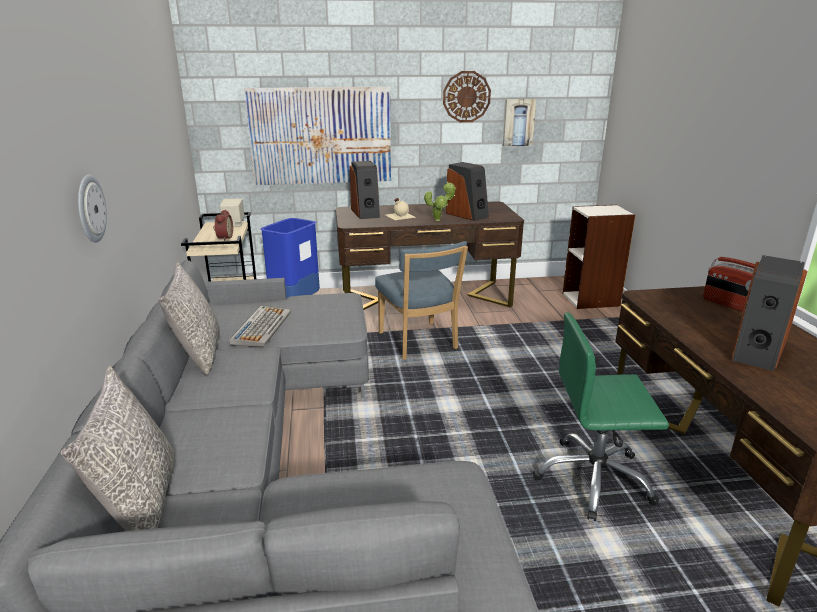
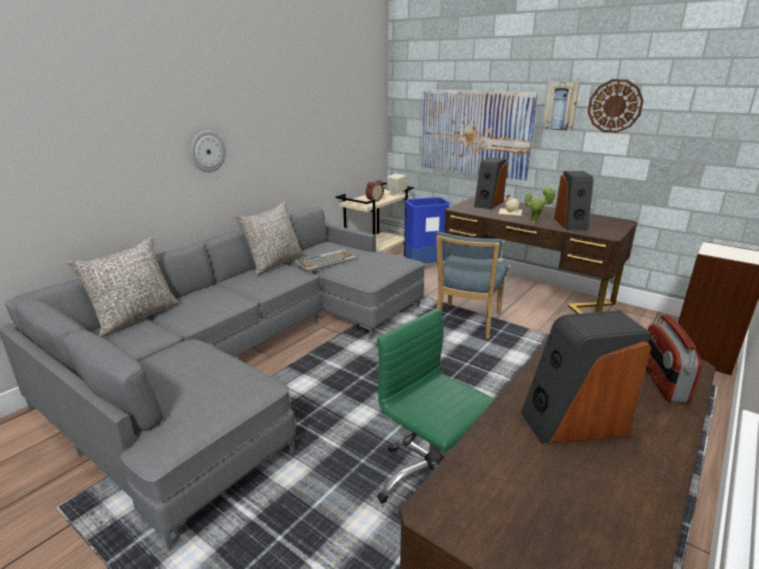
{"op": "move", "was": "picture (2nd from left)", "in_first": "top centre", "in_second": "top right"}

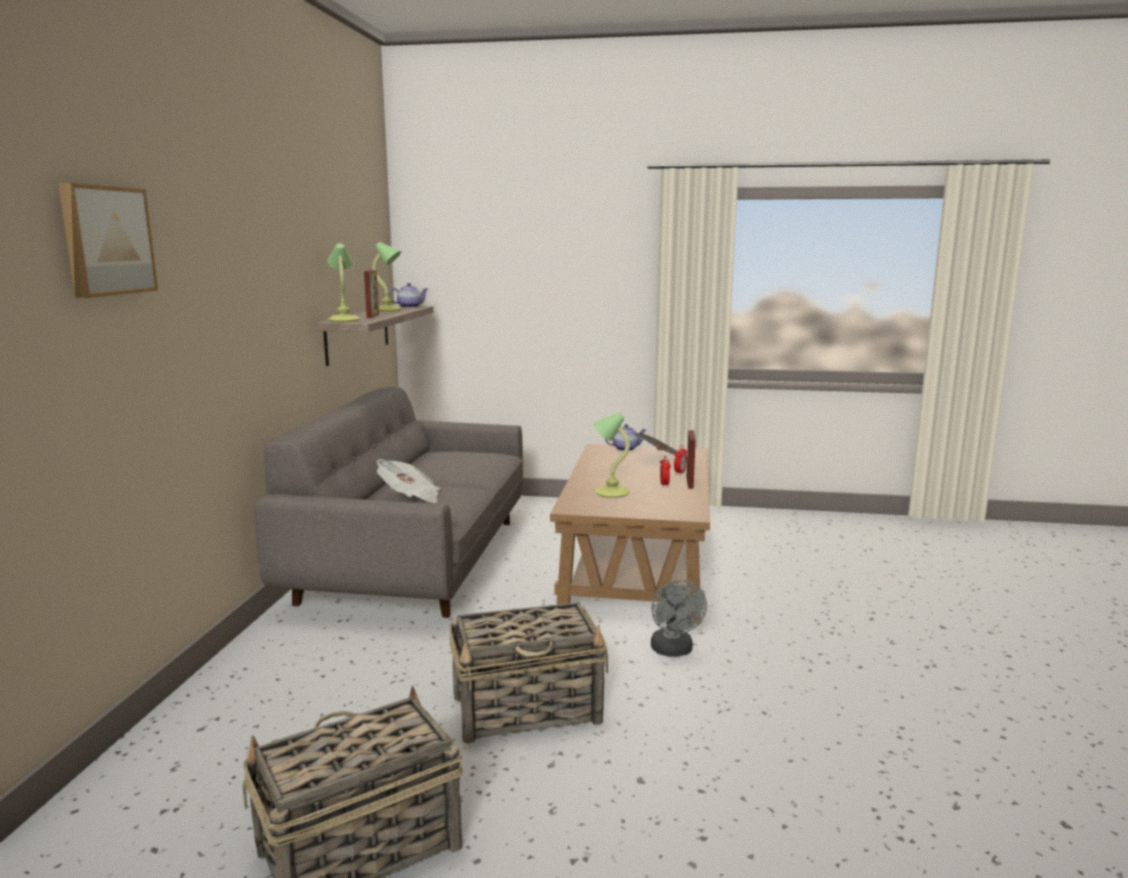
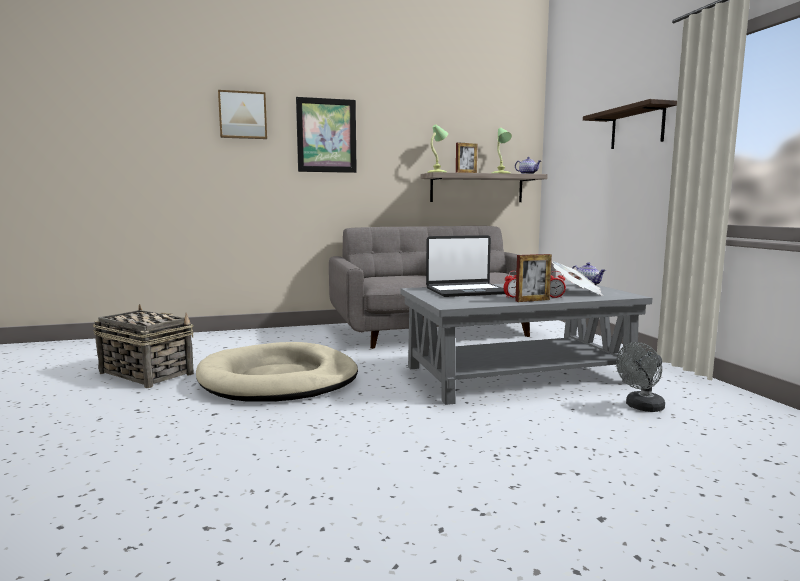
{"op": "delete", "was": "newspaper (1st from left)", "in_first": "centre"}
{"op": "replace", "was": "basket (2nd from left)", "now": "dog bed/beige", "in_first": "bottom centre", "in_second": "centre"}
{"op": "recolor", "was": "coffee table/brown", "now": "coffee table/grey", "in_first": "centre", "in_second": "centre"}
{"op": "replace", "was": "table lamp (3rd from left)", "now": "laptop", "in_first": "centre", "in_second": "centre"}
{"op": "move", "was": "fan/grey", "in_first": "bottom centre", "in_second": "middle right"}
{"op": "insert", "now": "picture (2nd from left)", "in_second": "top centre"}
{"op": "insert", "now": "shelf (2nd from left)", "in_second": "top right"}

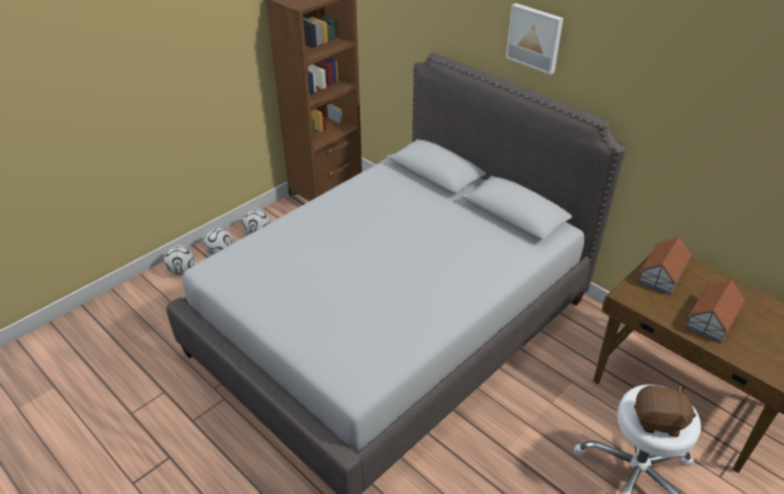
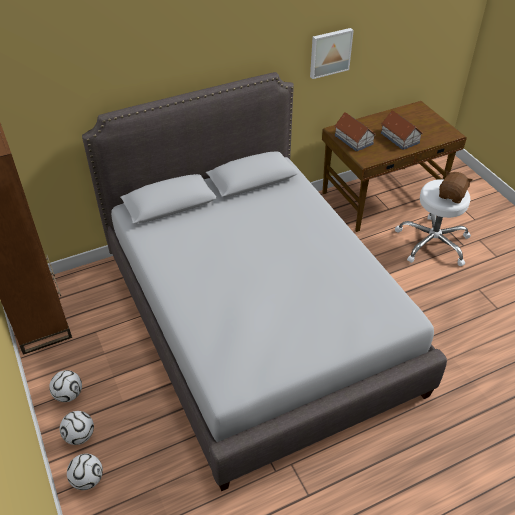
{"op": "move", "was": "picture", "in_first": "top right", "in_second": "top centre"}

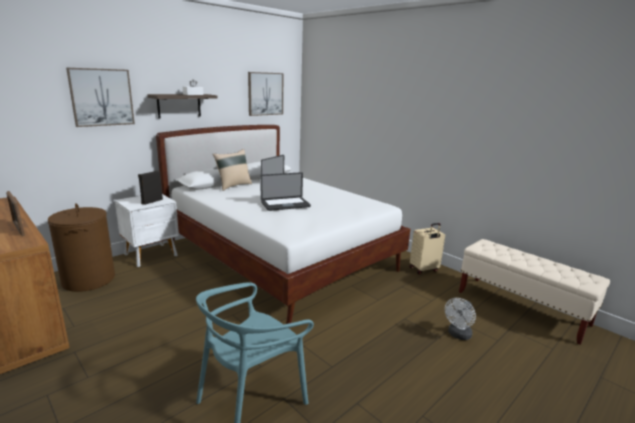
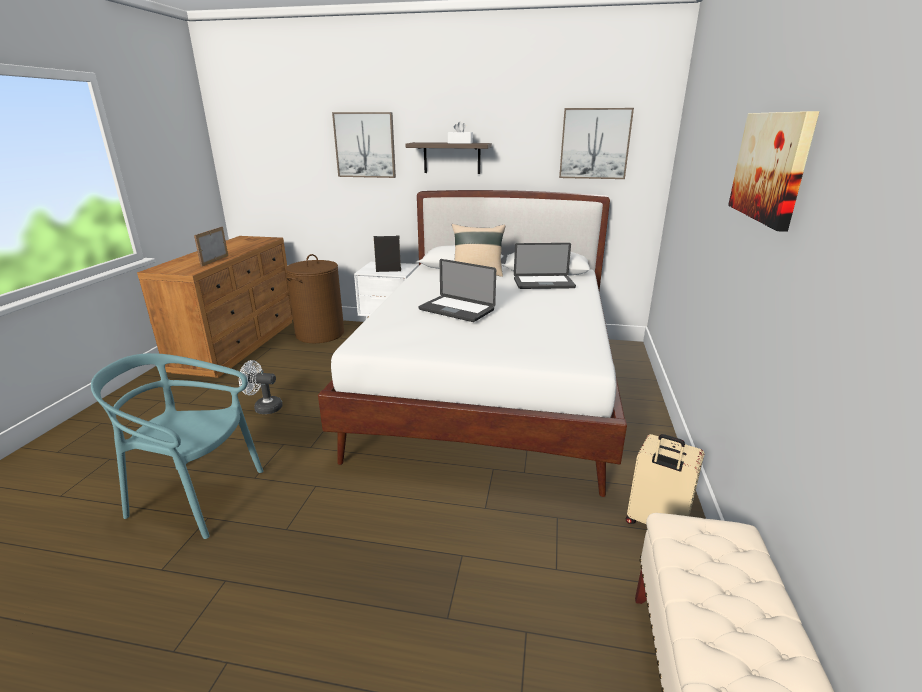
{"op": "move", "was": "fan/white", "in_first": "bottom right", "in_second": "middle left"}
{"op": "insert", "now": "picture (3rd from left)", "in_second": "top right"}

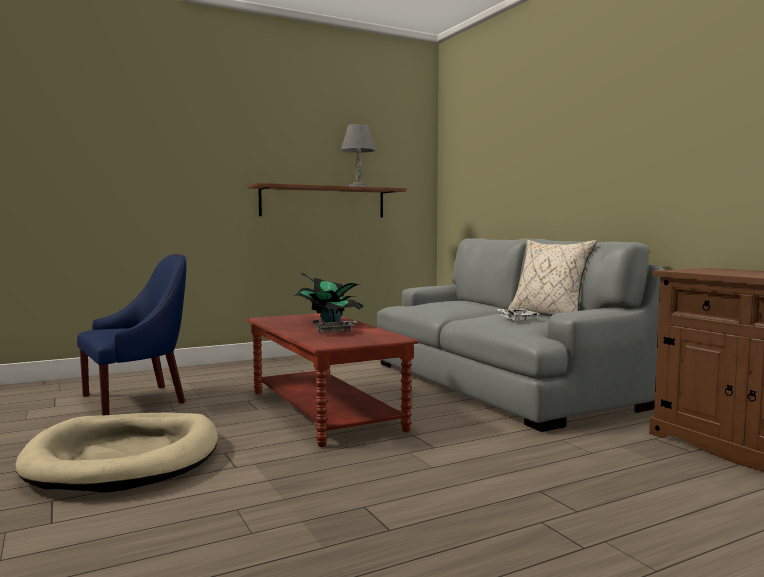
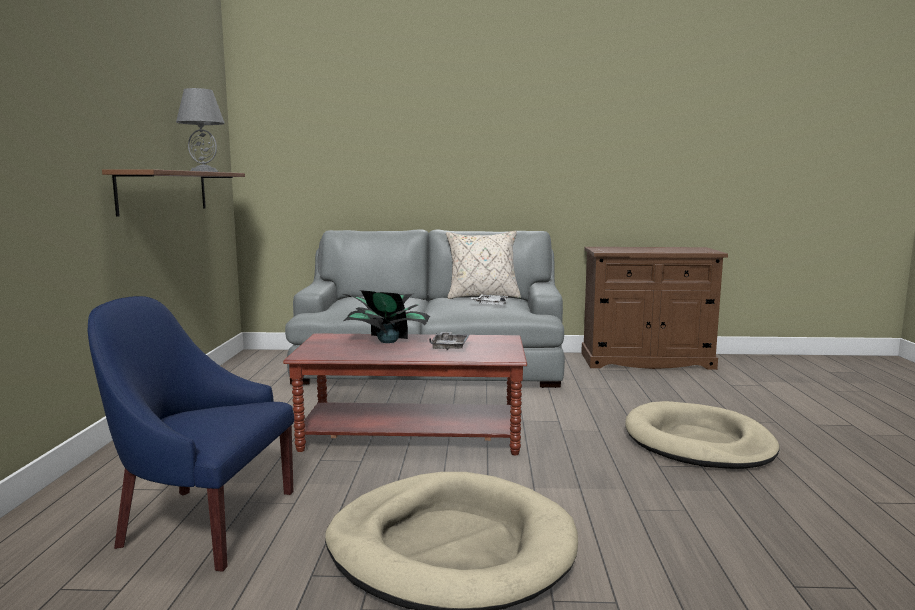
{"op": "rotate", "was": "armchair/blue", "in_first": "middle left", "in_second": "bottom left", "clockwise": -75}
{"op": "insert", "now": "dog bed/beige (2nd from left)", "in_second": "bottom right"}

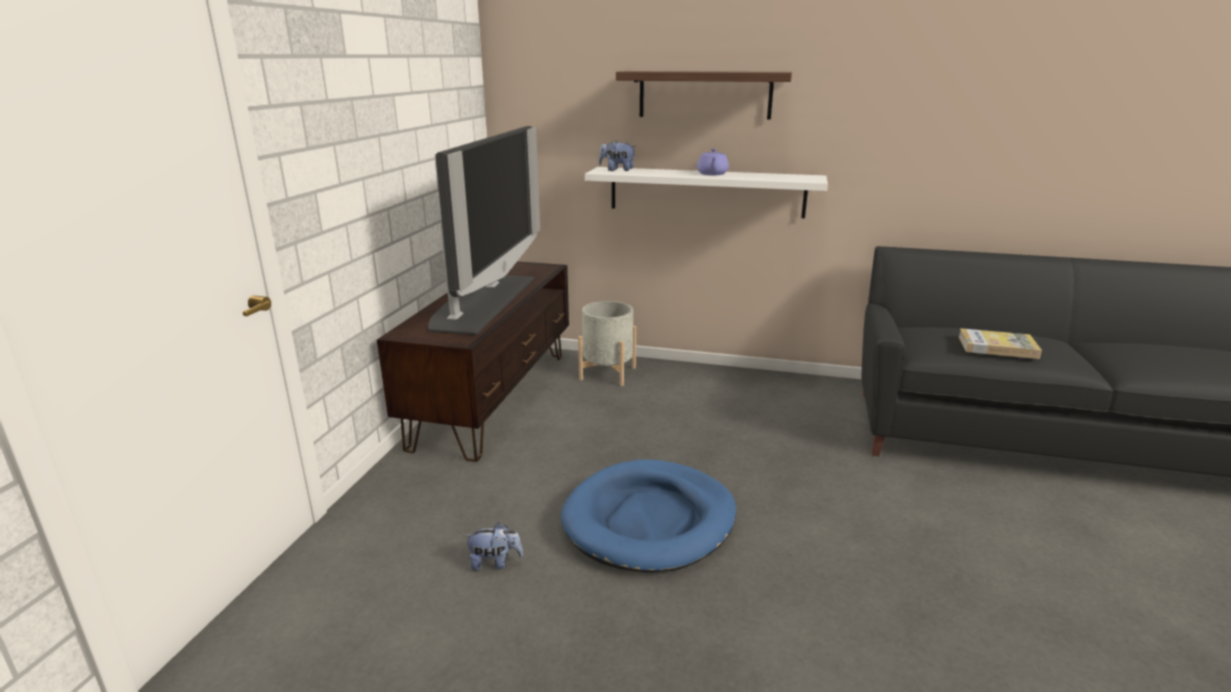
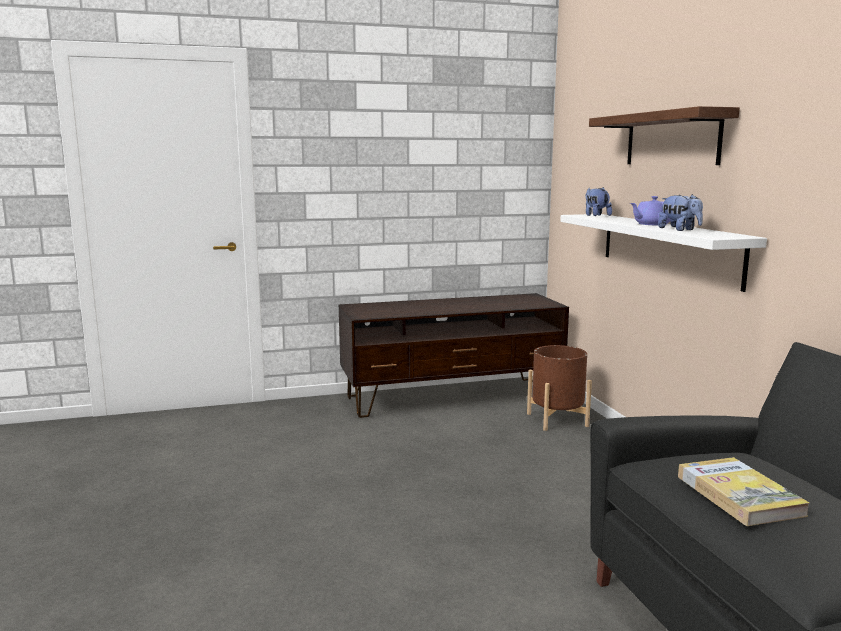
{"op": "delete", "was": "television", "in_first": "top centre"}
{"op": "move", "was": "plush toy (1st from left in the first image)", "now": "plush toy (2nd from left)", "in_first": "bottom centre", "in_second": "middle right"}
{"op": "delete", "was": "dog bed/blue", "in_first": "bottom centre"}
{"op": "recolor", "was": "planter/grey", "now": "planter/brown", "in_first": "centre", "in_second": "centre"}

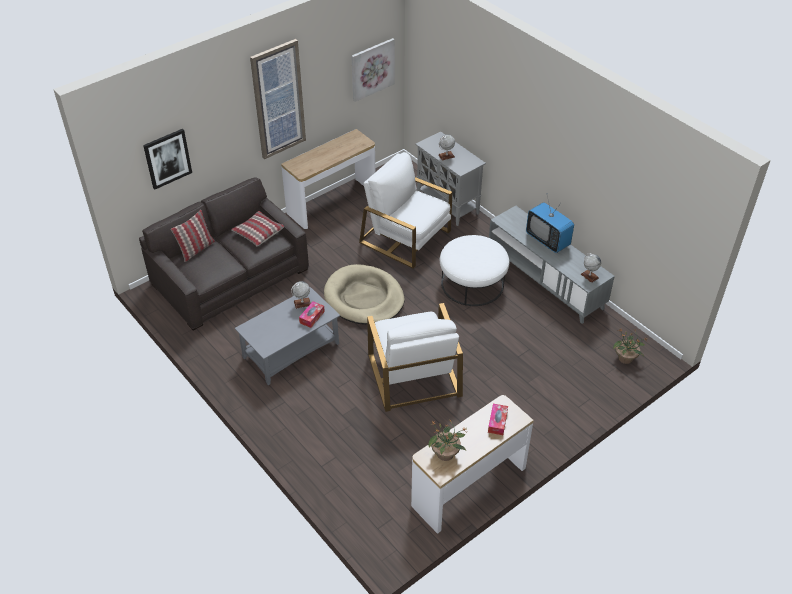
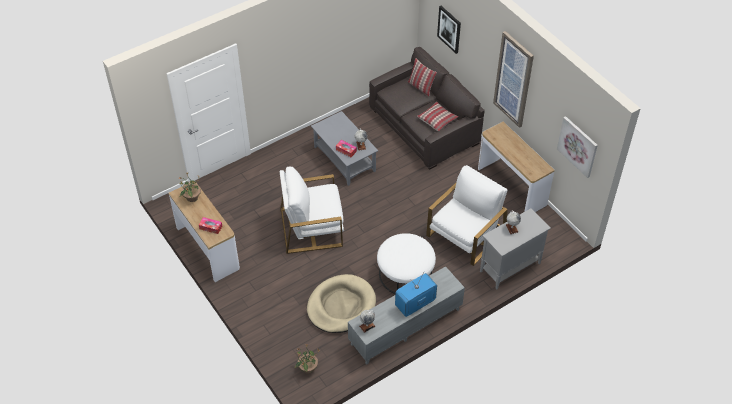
{"op": "move", "was": "dog bed/beige", "in_first": "centre", "in_second": "bottom centre"}

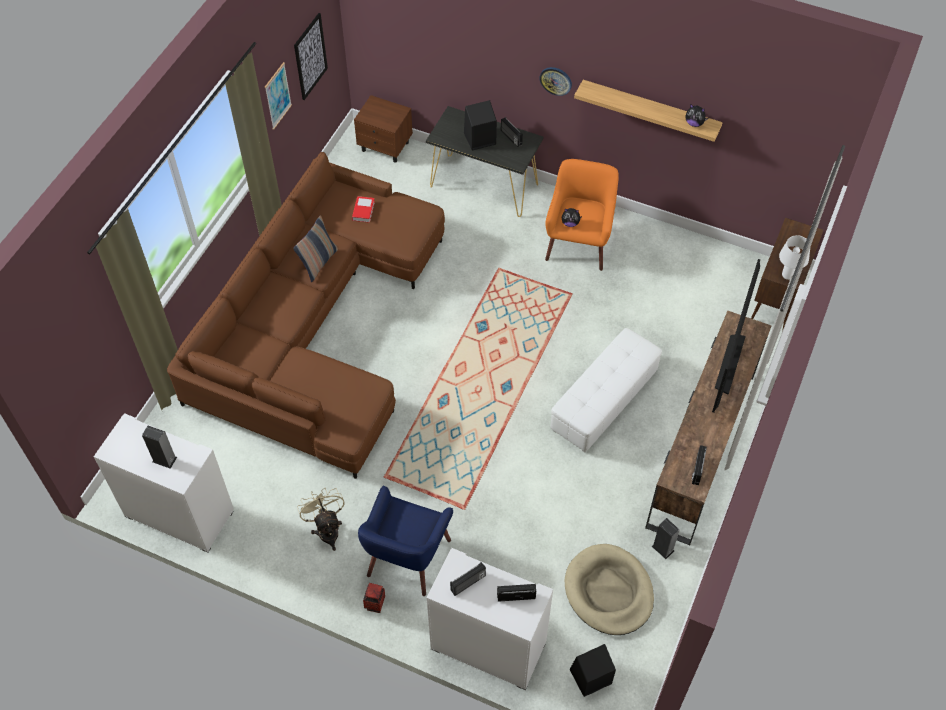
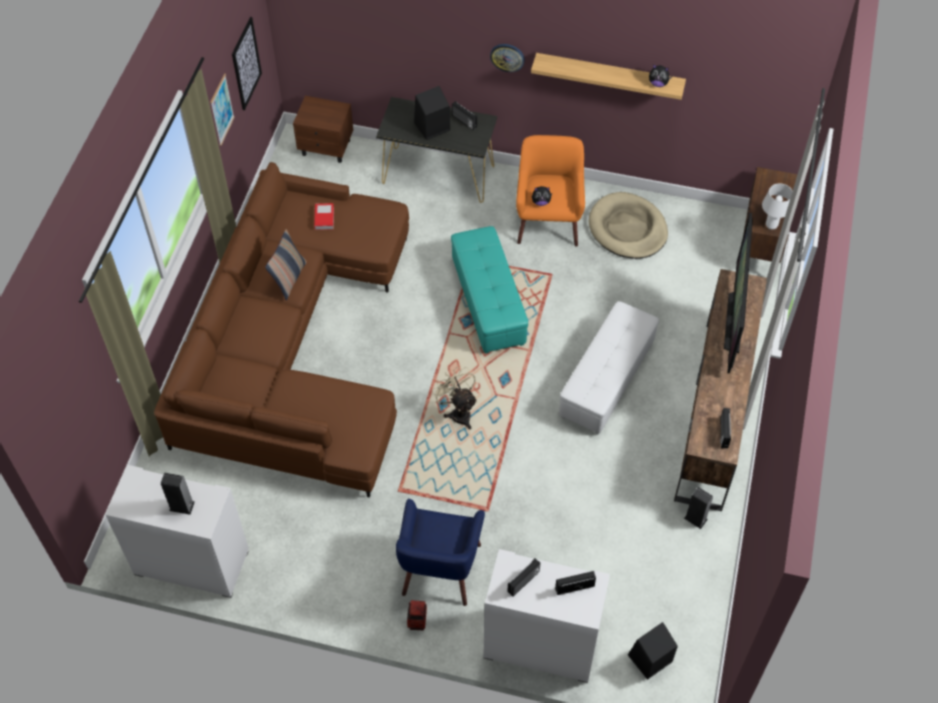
{"op": "move", "was": "fan/beige", "in_first": "bottom centre", "in_second": "centre"}
{"op": "move", "was": "dog bed/beige", "in_first": "bottom centre", "in_second": "top right"}
{"op": "insert", "now": "ottoman/turquoise", "in_second": "centre"}

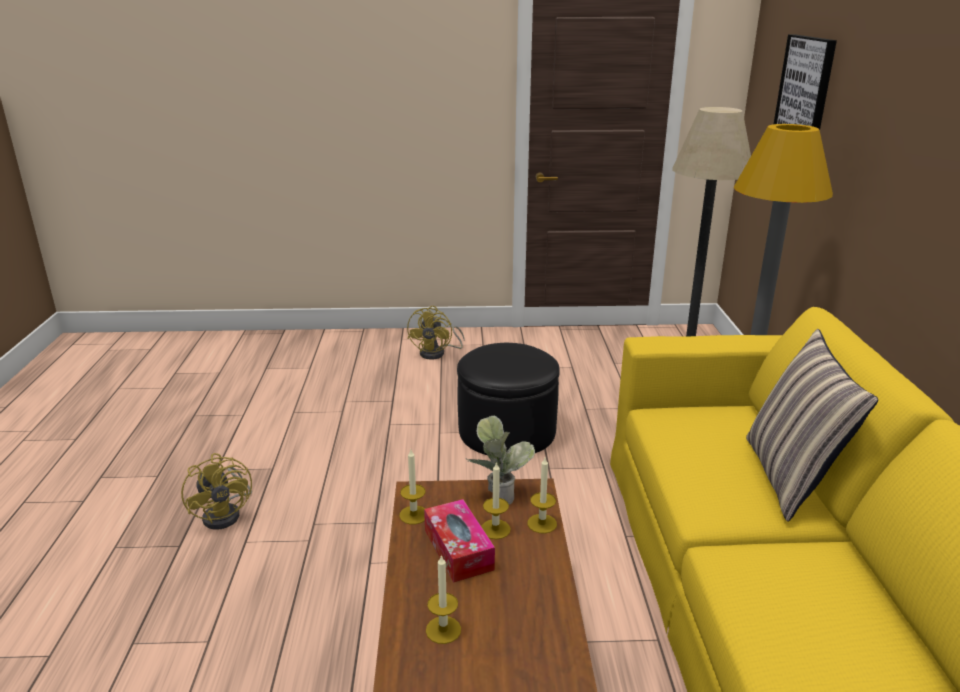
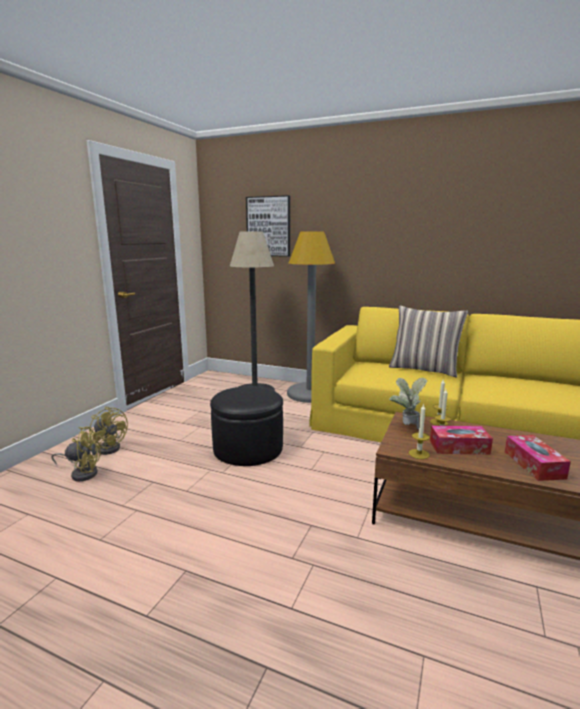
{"op": "move", "was": "fan/yellow (1st from left)", "in_first": "bottom left", "in_second": "middle left"}
{"op": "replace", "was": "candle (2nd from left)", "now": "tissue box (2nd from left)", "in_first": "bottom centre", "in_second": "middle right"}

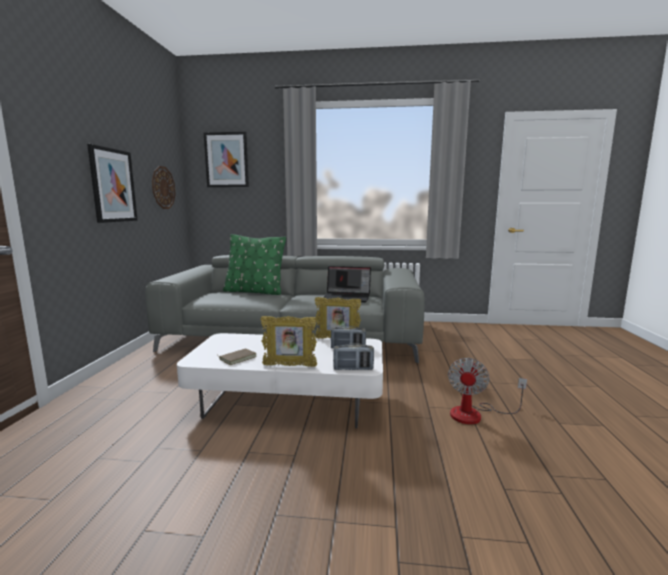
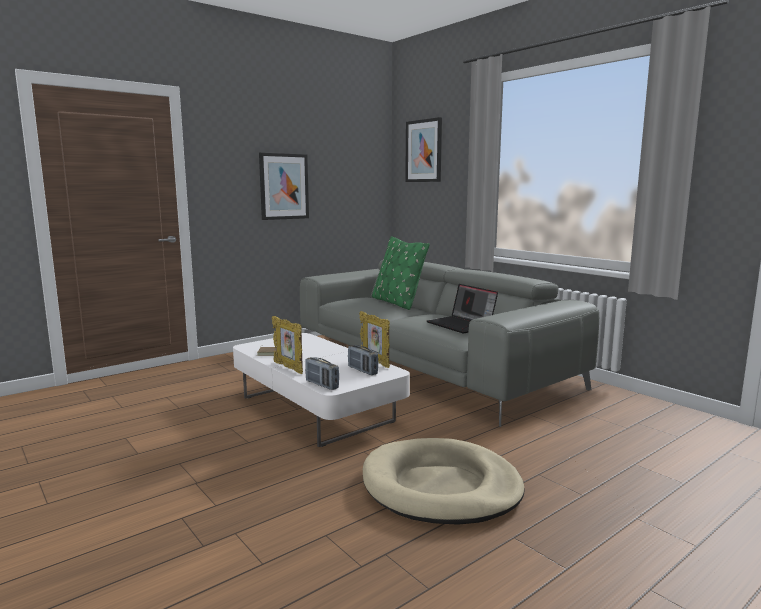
{"op": "delete", "was": "wall clock", "in_first": "top left"}
{"op": "replace", "was": "fan", "now": "dog bed/beige", "in_first": "bottom right", "in_second": "bottom centre"}

